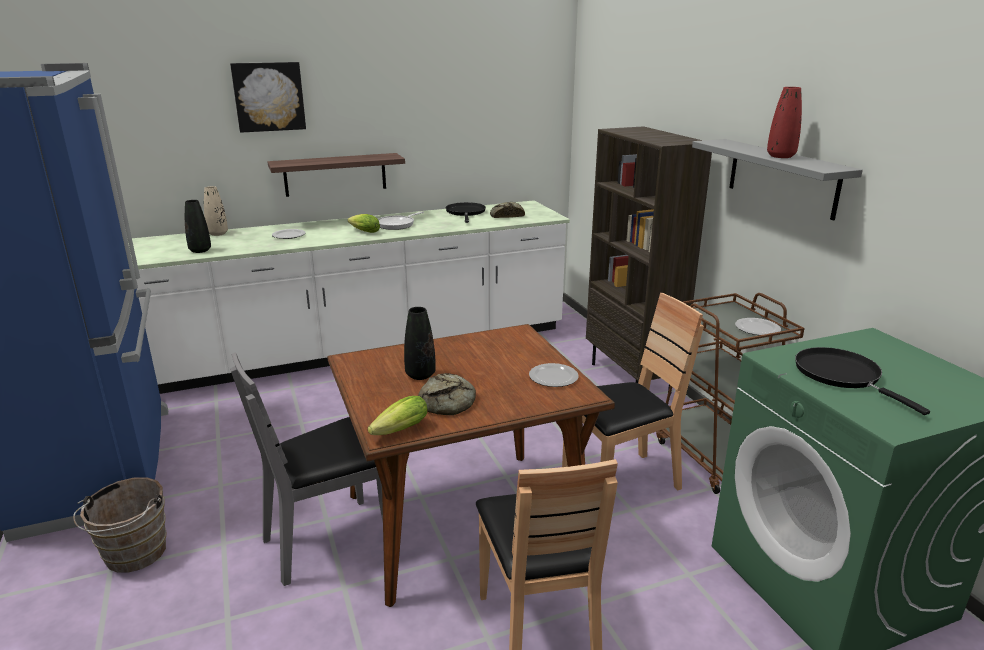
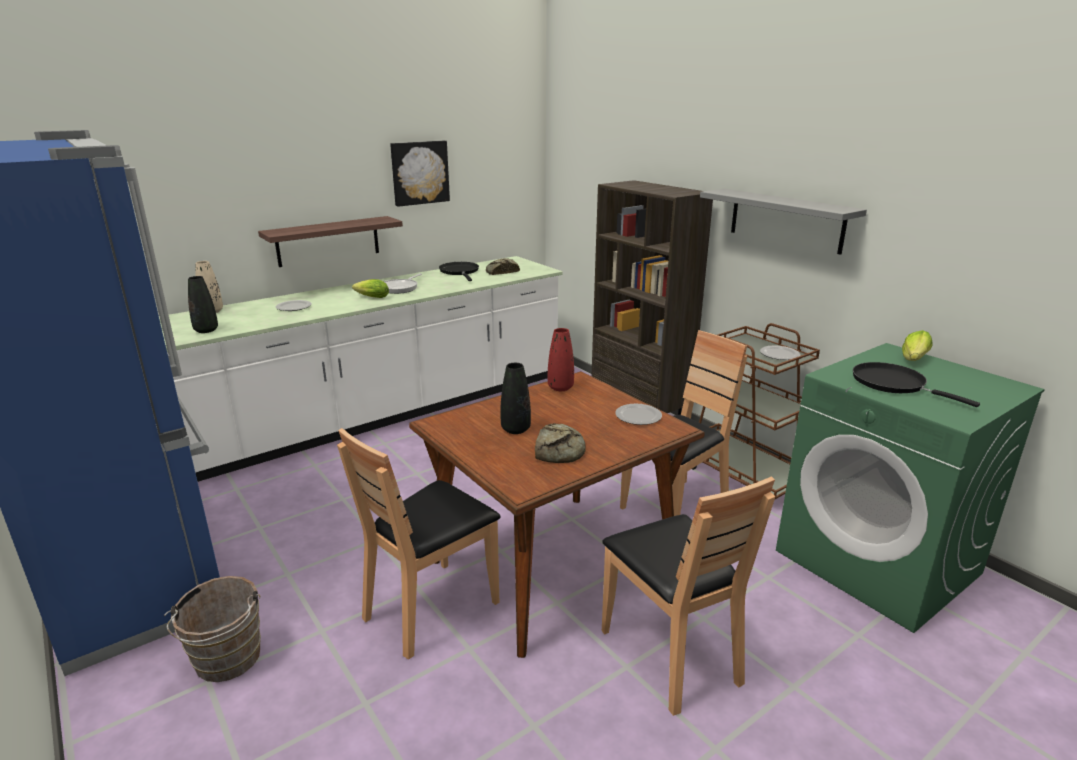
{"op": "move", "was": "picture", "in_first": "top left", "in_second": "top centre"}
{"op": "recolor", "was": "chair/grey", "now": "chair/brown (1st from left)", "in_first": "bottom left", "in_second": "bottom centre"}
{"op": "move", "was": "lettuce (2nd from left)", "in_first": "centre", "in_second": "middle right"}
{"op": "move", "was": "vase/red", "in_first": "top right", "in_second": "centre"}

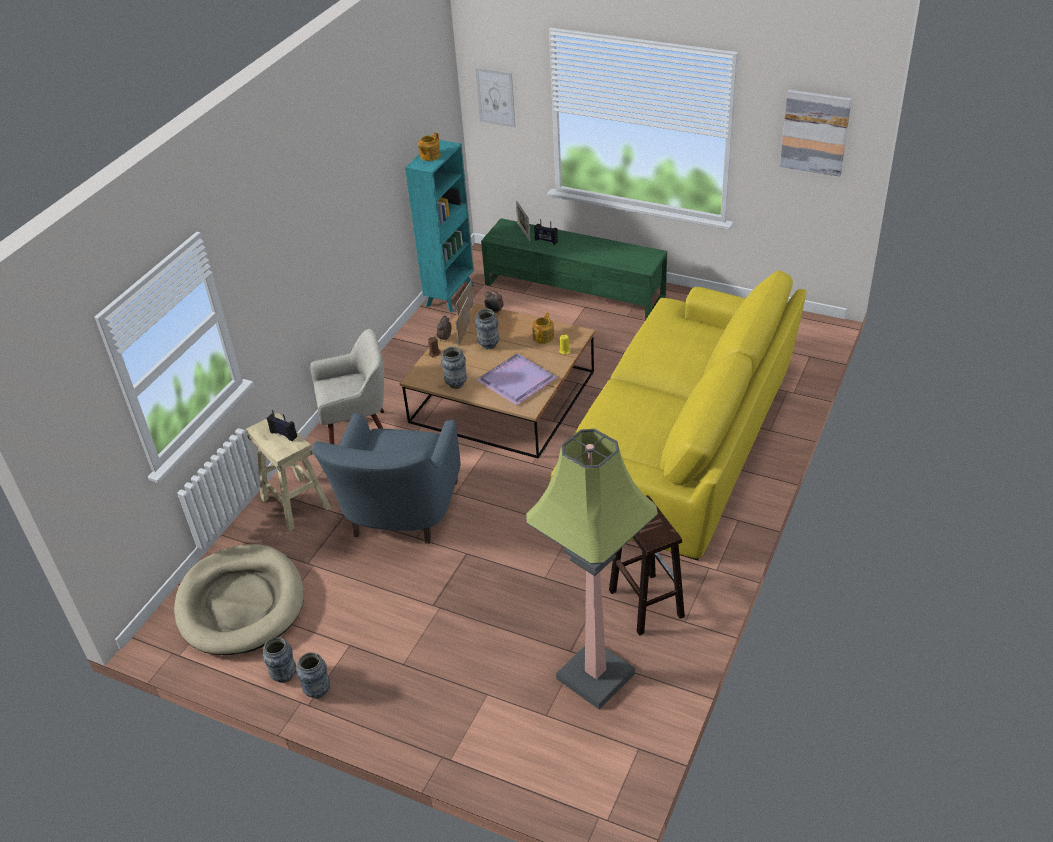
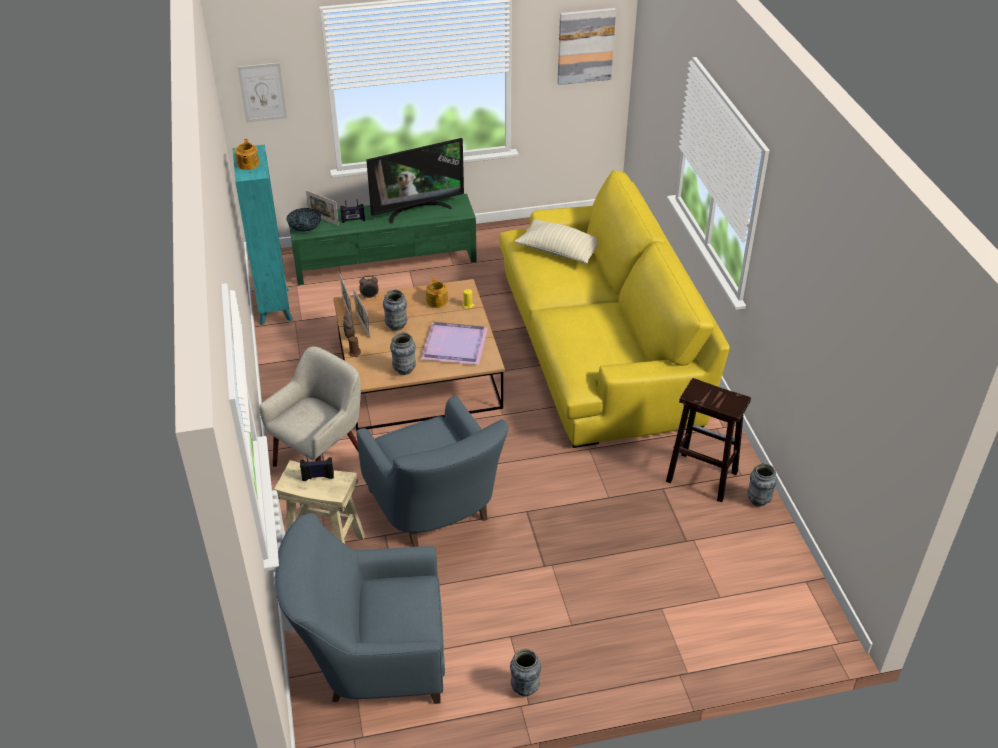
{"op": "replace", "was": "dog bed/beige", "now": "armchair/blue (1st from left)", "in_first": "bottom left", "in_second": "bottom centre"}
{"op": "move", "was": "vase (1st from left in the first image)", "now": "vase (4th from left)", "in_first": "bottom left", "in_second": "middle right"}
{"op": "delete", "was": "floor lamp", "in_first": "bottom centre"}
{"op": "insert", "now": "bowl", "in_second": "top left"}
{"op": "insert", "now": "television", "in_second": "top centre"}
{"op": "insert", "now": "pillow/beige", "in_second": "top centre"}

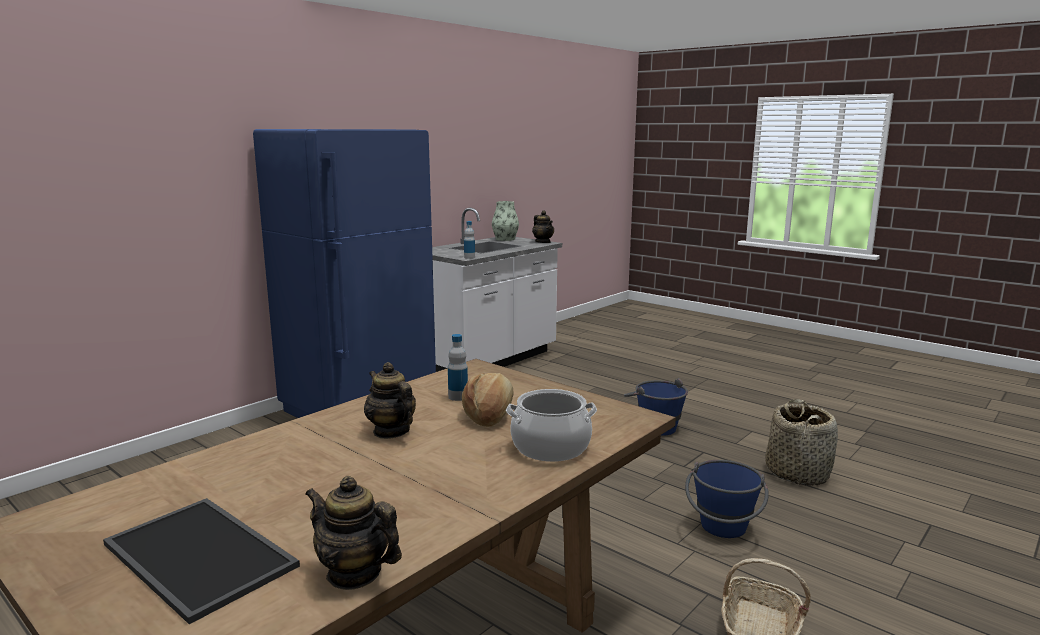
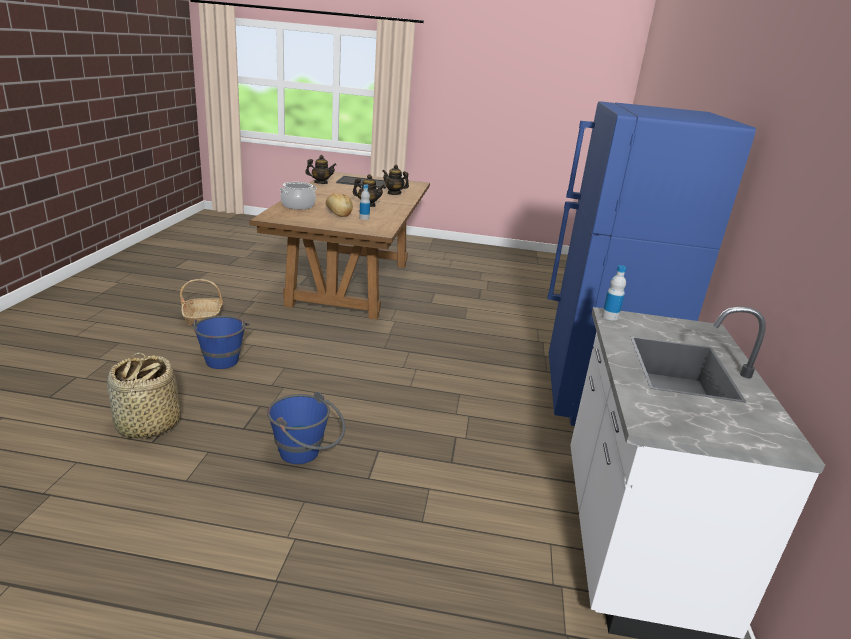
{"op": "delete", "was": "vase", "in_first": "centre"}
{"op": "move", "was": "teapot (3rd from left)", "in_first": "centre", "in_second": "top centre"}

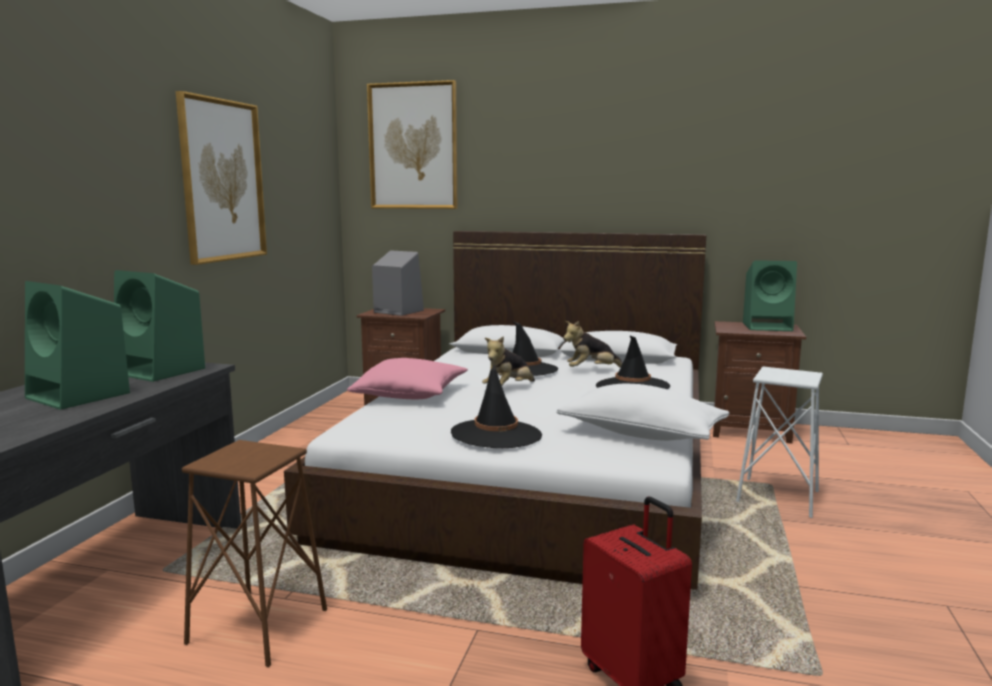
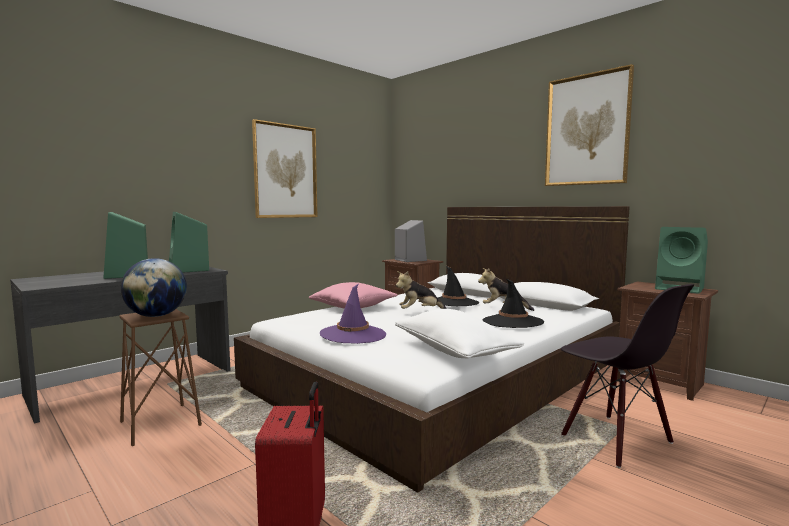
{"op": "move", "was": "picture (2nd from left)", "in_first": "top centre", "in_second": "top right"}
{"op": "recolor", "was": "hat/black (1st from left)", "now": "hat/purple", "in_first": "centre", "in_second": "centre"}
{"op": "replace", "was": "stool/white", "now": "chair/black", "in_first": "middle right", "in_second": "bottom right"}
{"op": "insert", "now": "globe", "in_second": "middle left"}

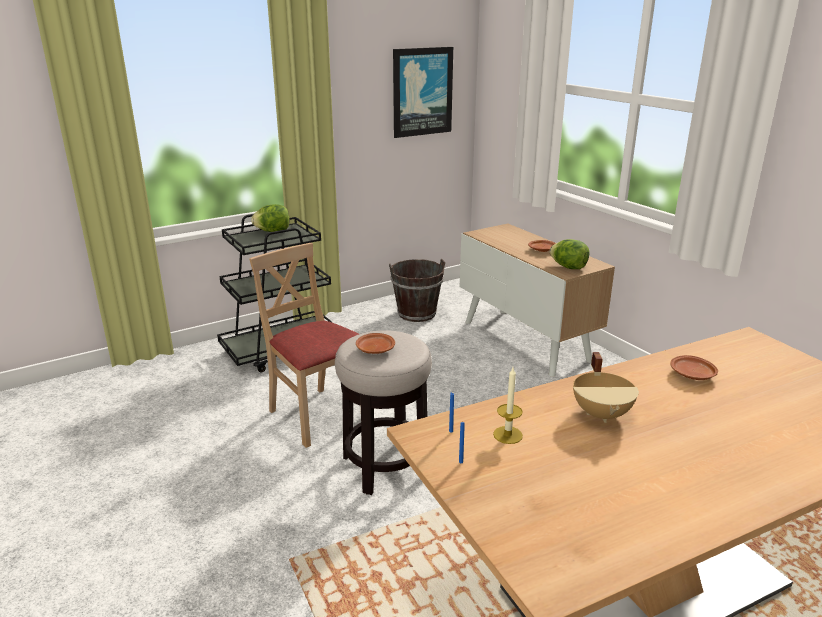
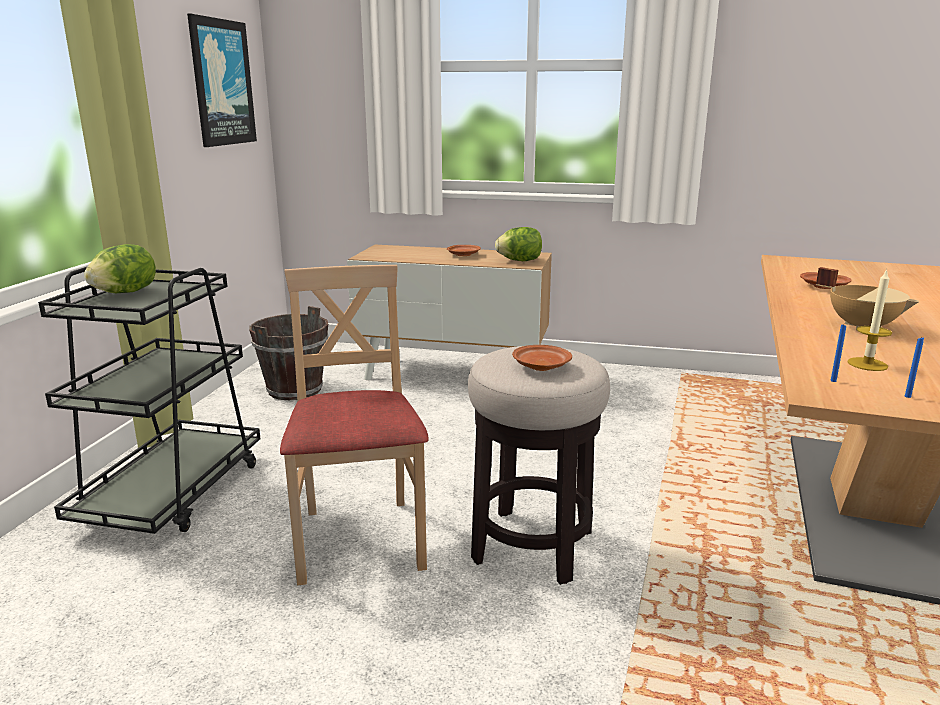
{"op": "rotate", "was": "chair/beige", "in_first": "centre", "in_second": "centre", "clockwise": 75}

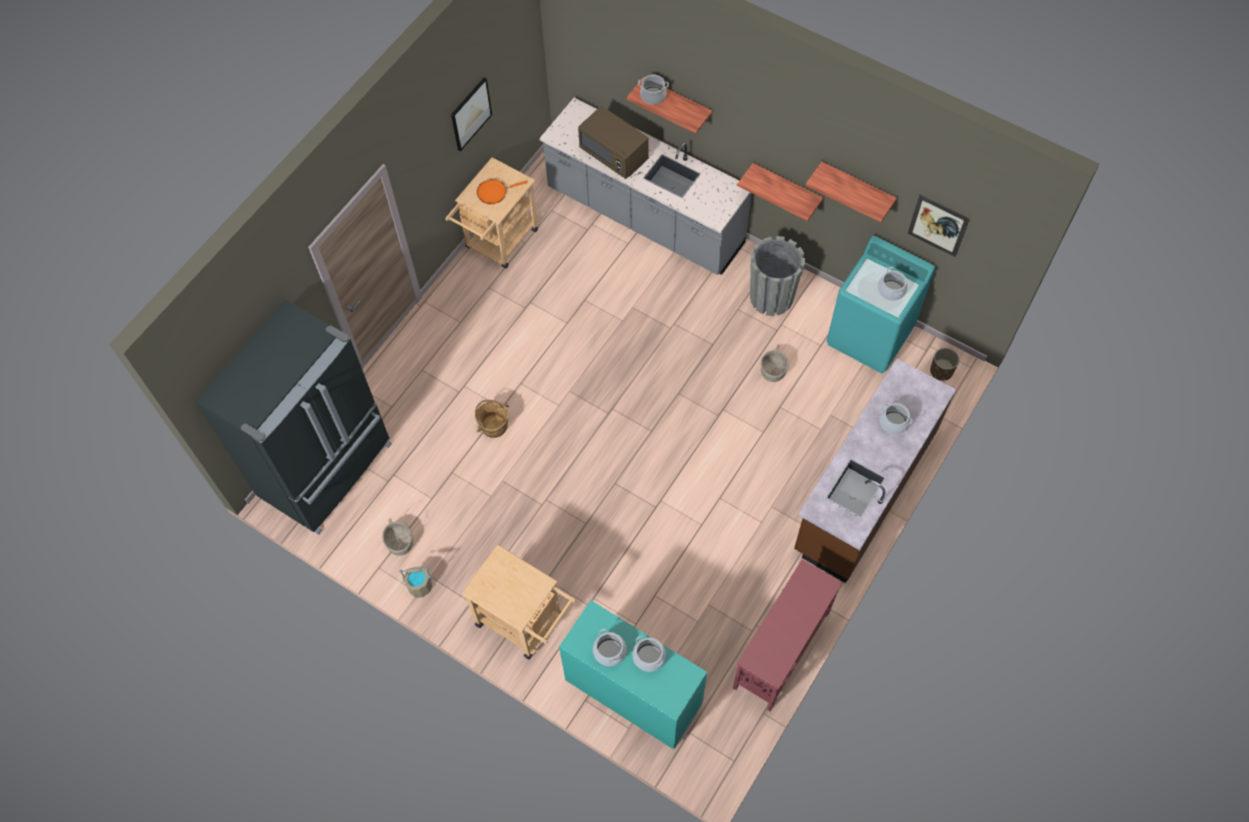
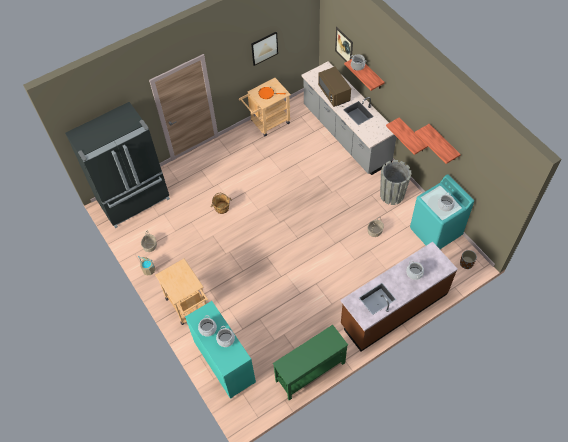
{"op": "recolor", "was": "console table/red", "now": "console table/green", "in_first": "bottom centre", "in_second": "bottom centre"}
{"op": "move", "was": "picture (2nd from left)", "in_first": "top right", "in_second": "top centre"}

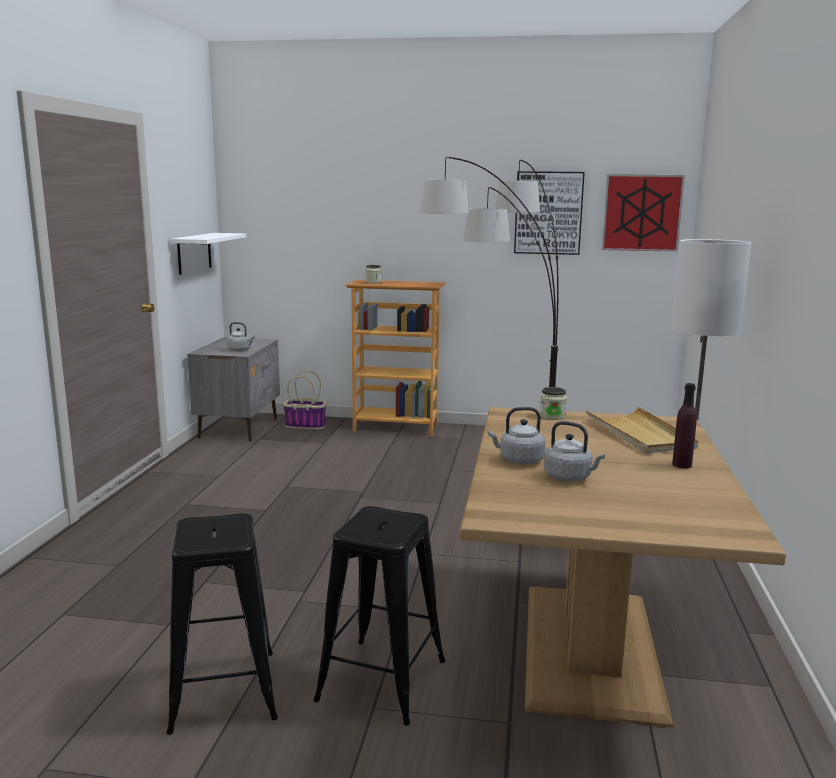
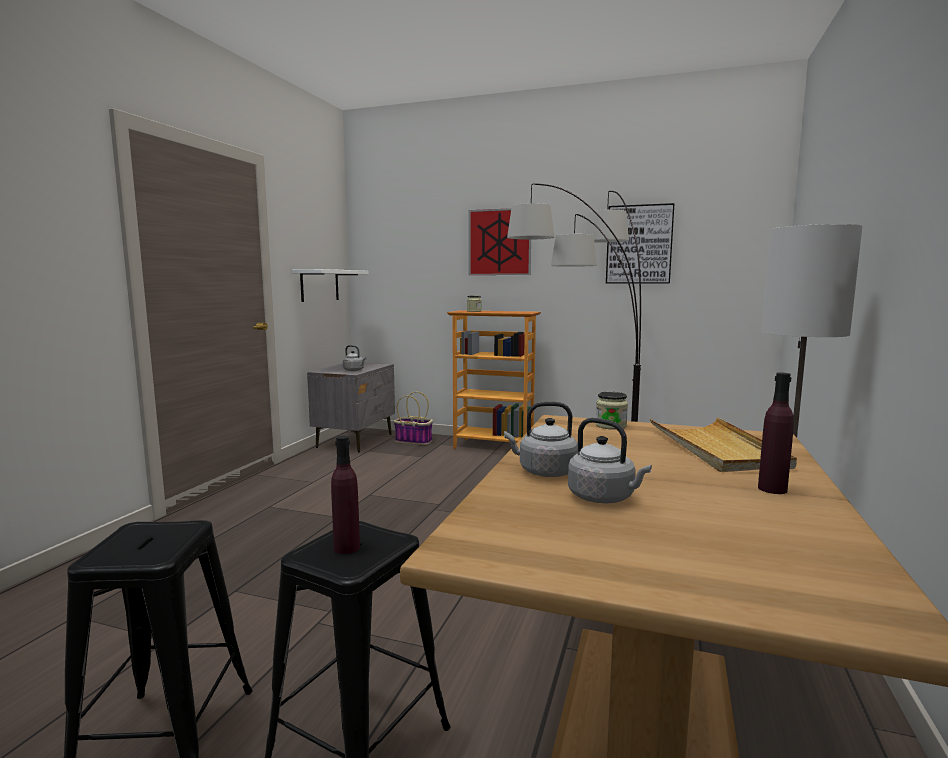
{"op": "move", "was": "picture (2nd from left in the first image)", "now": "picture (1st from left)", "in_first": "top right", "in_second": "top centre"}
{"op": "insert", "now": "bottle/purple (1st from left)", "in_second": "centre"}

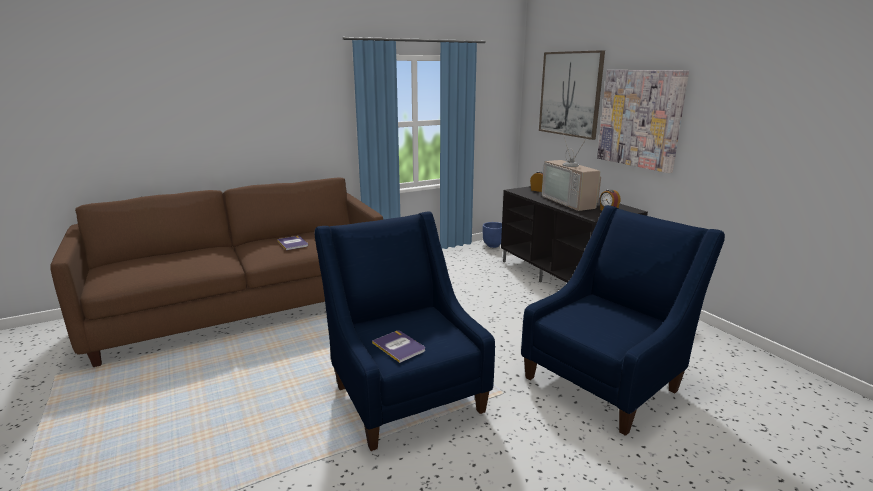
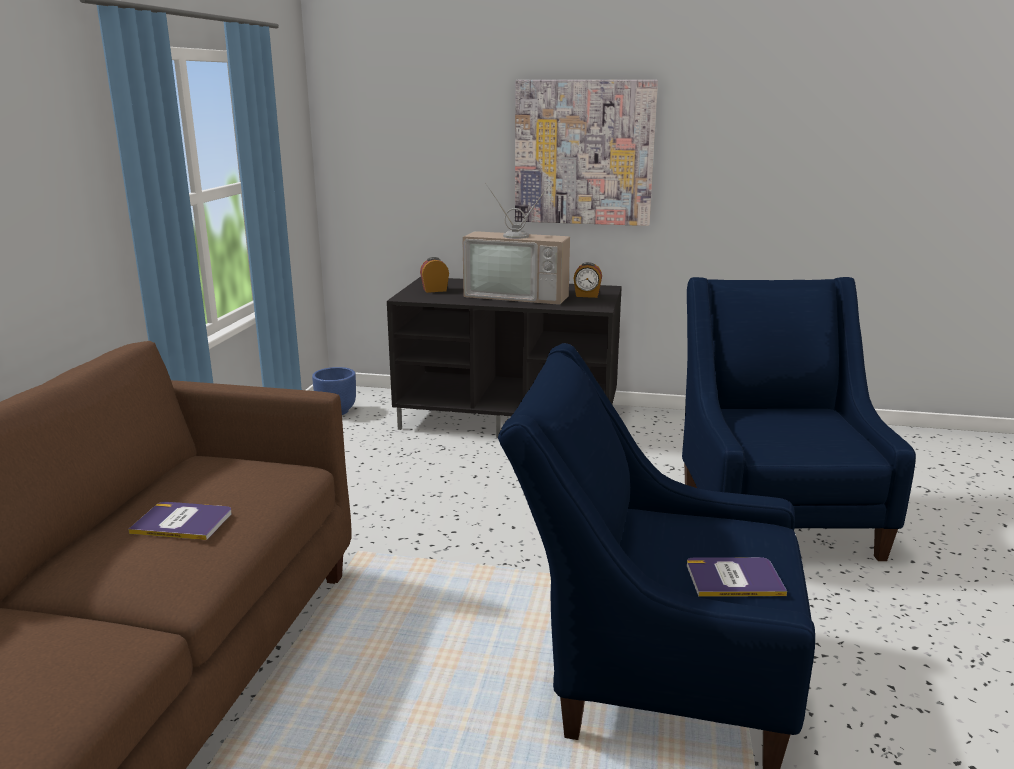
{"op": "delete", "was": "picture (1st from left)", "in_first": "top centre"}

